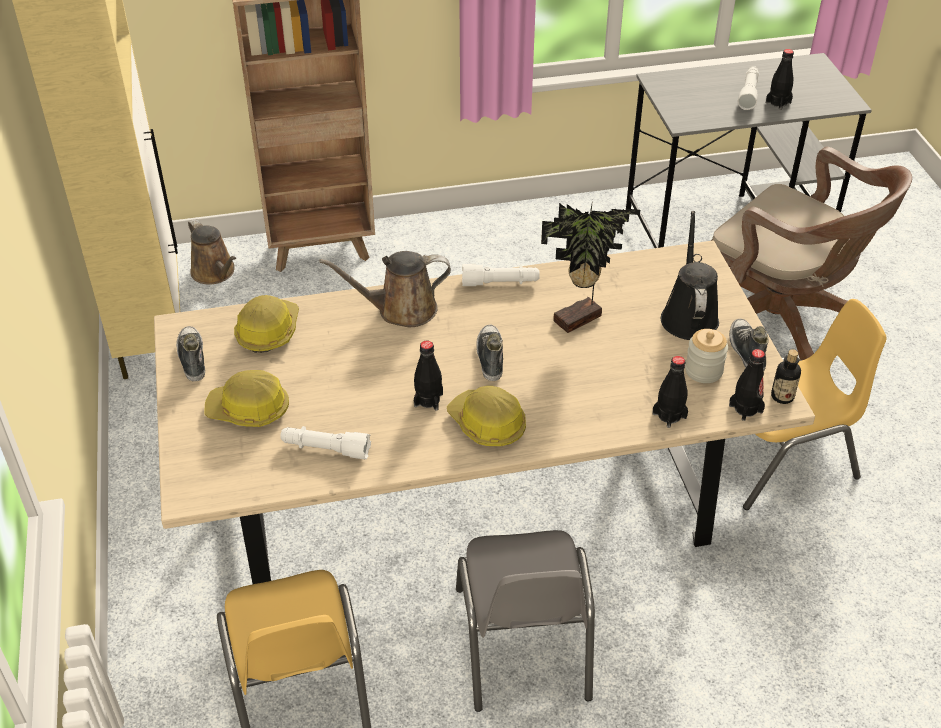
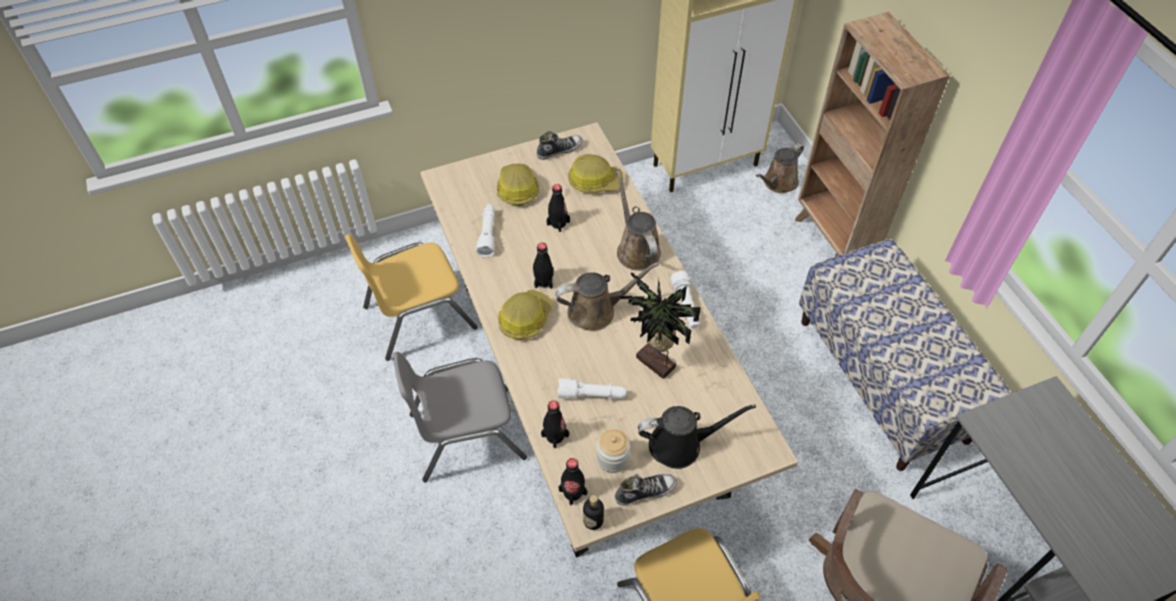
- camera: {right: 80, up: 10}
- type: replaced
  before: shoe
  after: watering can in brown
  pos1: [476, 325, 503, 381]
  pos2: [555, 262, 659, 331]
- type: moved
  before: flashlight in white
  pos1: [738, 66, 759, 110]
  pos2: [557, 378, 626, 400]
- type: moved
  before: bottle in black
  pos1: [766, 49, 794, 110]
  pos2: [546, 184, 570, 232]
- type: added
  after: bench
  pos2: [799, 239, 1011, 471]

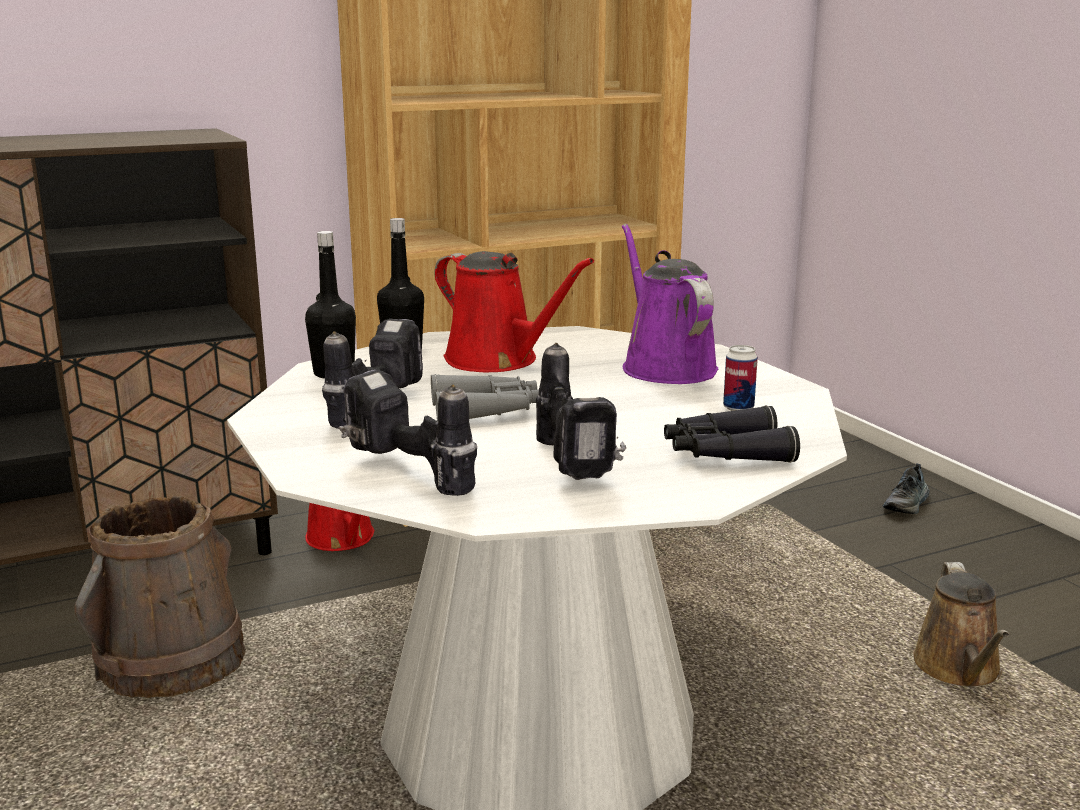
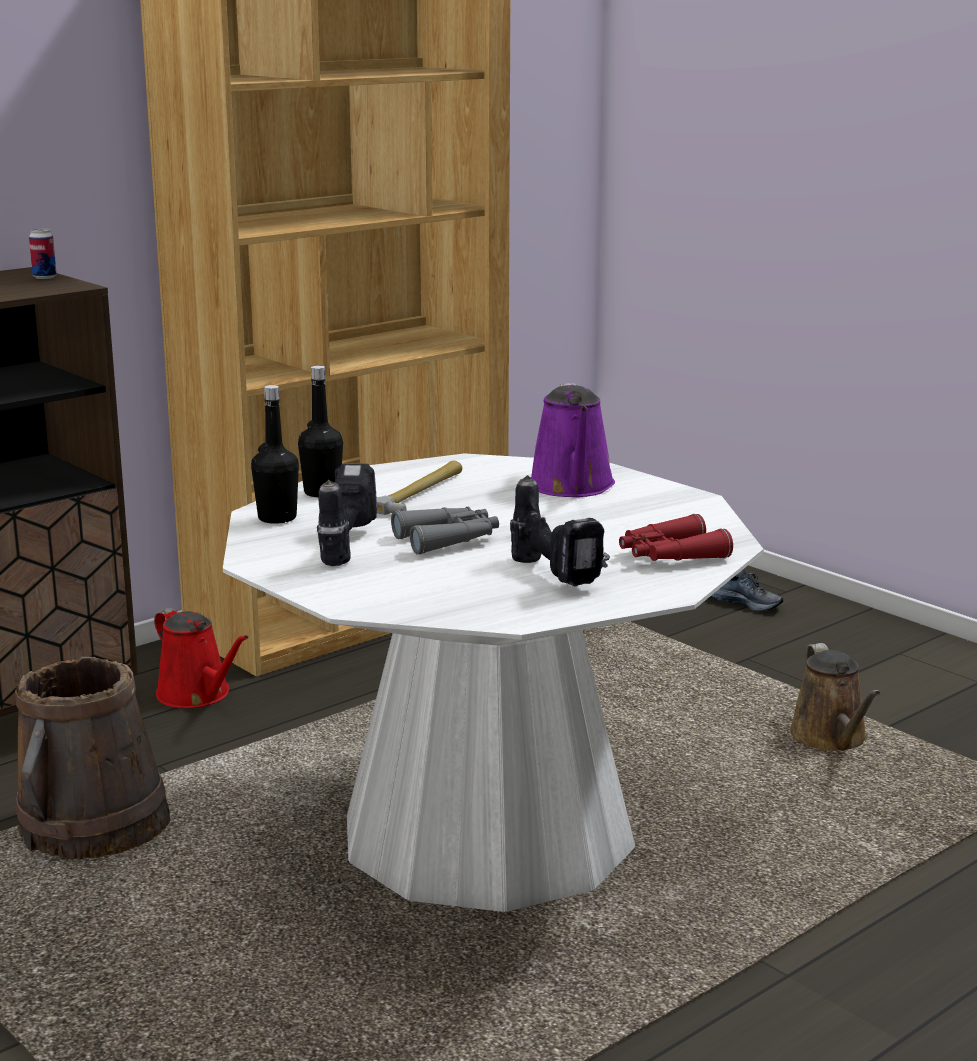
- camera: {right: -15, up: 0}
- type: removed
  before: power drill
  pos1: [339, 370, 477, 496]
- type: replaced
  before: watering can in red
  after: hammer
  pos1: [434, 251, 594, 372]
  pos2: [377, 461, 462, 515]
- type: turned
  before: watering can in purple
  pos1: [622, 224, 719, 384]
  pos2: [531, 383, 615, 497]
  turn: -150
- type: recoloured
  before: binoculars in black
  after: binoculars in red
  pos1: [664, 405, 800, 463]
  pos2: [619, 514, 733, 561]
- type: moved
  before: can
  pos1: [723, 345, 758, 411]
  pos2: [29, 229, 57, 279]
- type: turned
  before: shoe
  pos1: [883, 463, 930, 514]
  pos2: [711, 569, 784, 611]
  turn: -75

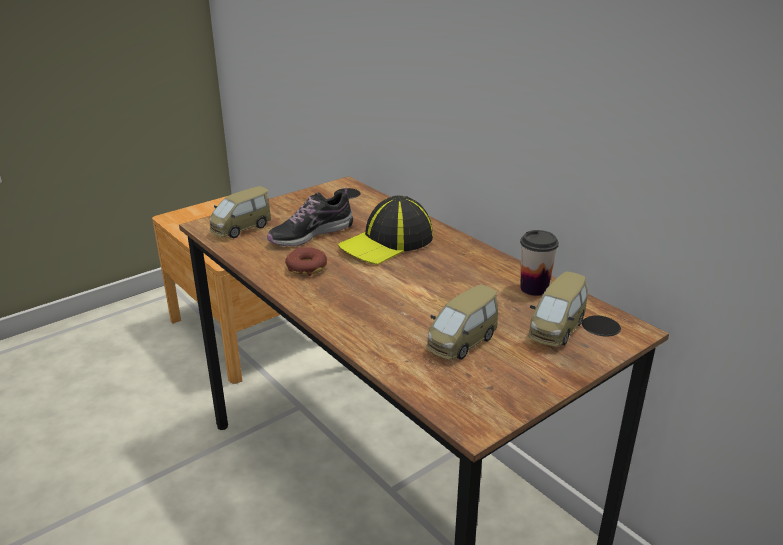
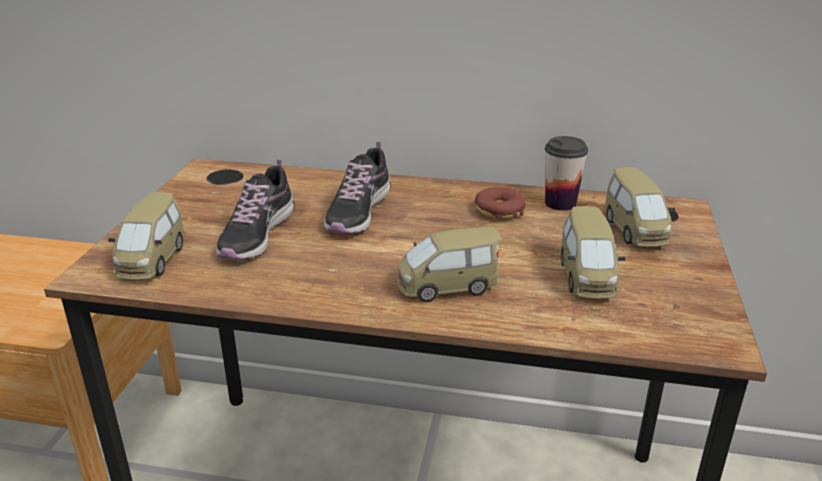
- camera: {right: -40, up: 0}
- type: moved
  before: donut
  pos1: [285, 247, 327, 276]
  pos2: [475, 187, 526, 219]
- type: replaced
  before: cap
  after: shoe
  pos1: [338, 196, 433, 265]
  pos2: [324, 141, 391, 234]
- type: added
  after: toy car
  pos2: [397, 227, 502, 303]

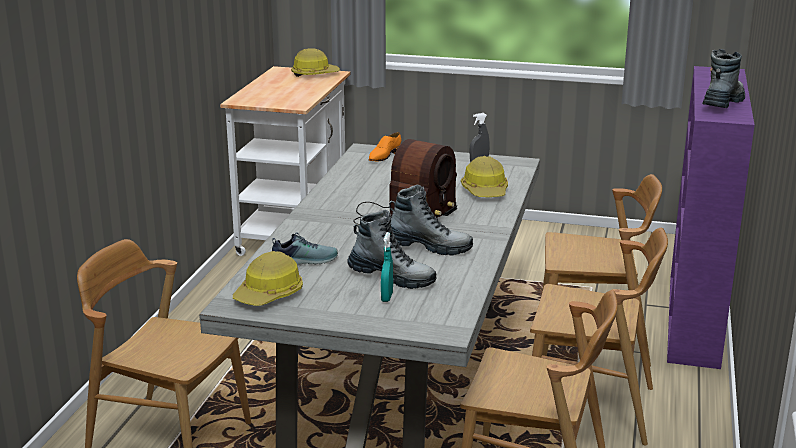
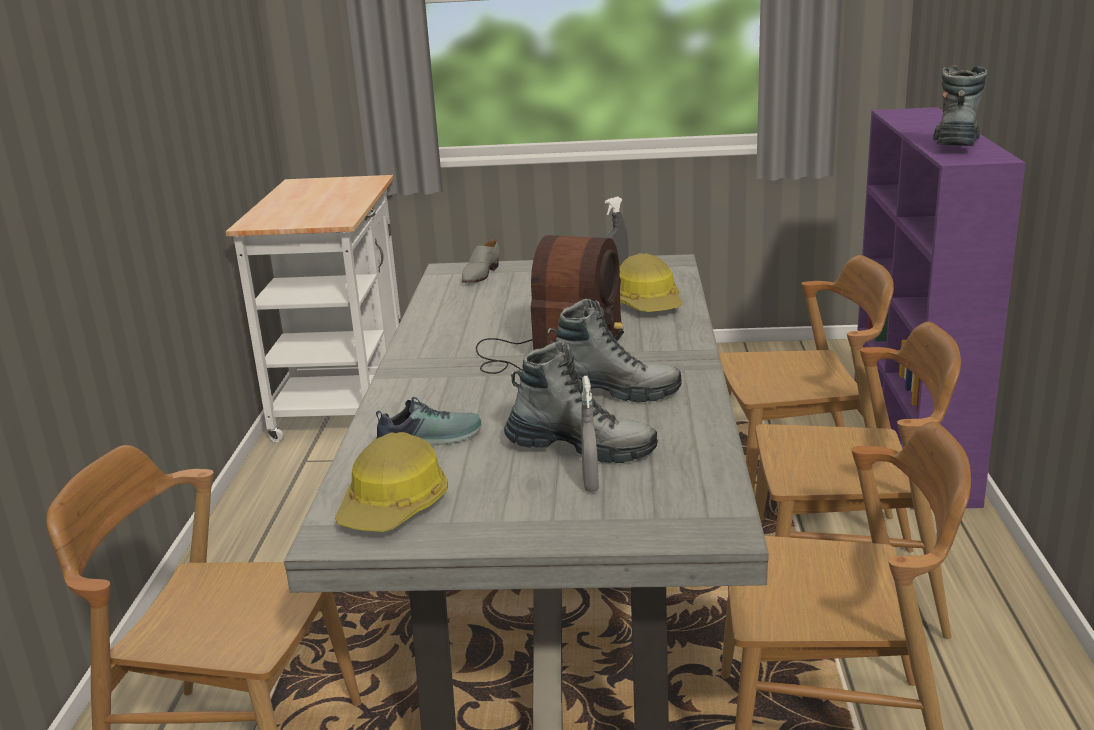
- camera: {right: -10, up: 0}
- type: removed
  before: hard hat
  pos1: [291, 48, 340, 77]
- type: recoloured
  before: shoe in orange
  after: shoe in grey
  pos1: [369, 132, 401, 161]
  pos2: [462, 240, 500, 283]
- type: recoloured
  before: spray bottle in turquoise
  after: spray bottle in grey
  pos1: [381, 232, 393, 302]
  pos2: [581, 376, 599, 492]

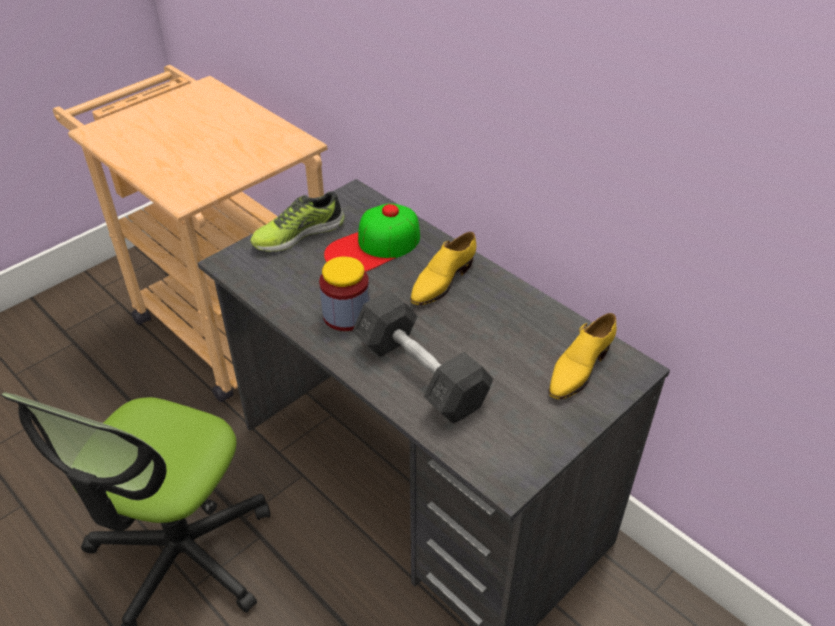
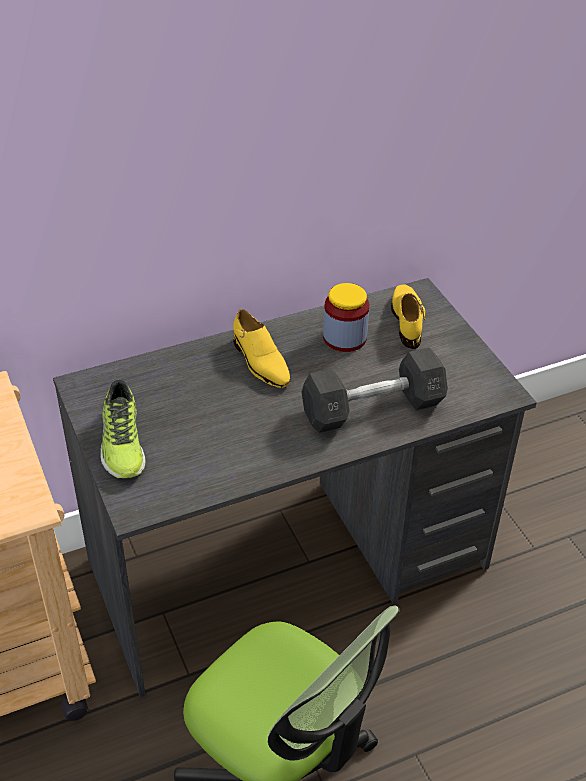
- camera: {right: -70, up: 0}
- type: moved
  before: jar
  pos1: [319, 256, 370, 331]
  pos2: [323, 283, 369, 352]
- type: removed
  before: cap
  pos1: [324, 203, 420, 272]
- type: turned
  before: shoe in yellow
  pos1: [548, 313, 616, 399]
  pos2: [391, 284, 425, 349]
  turn: -150

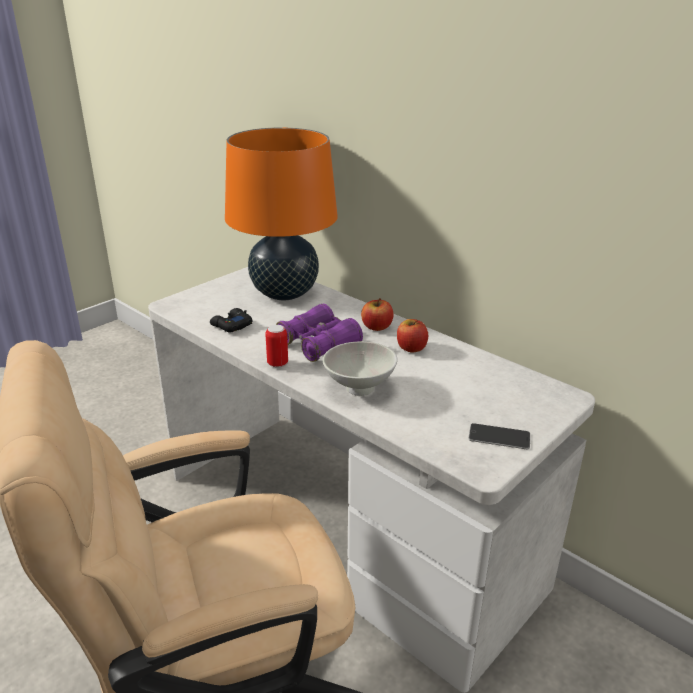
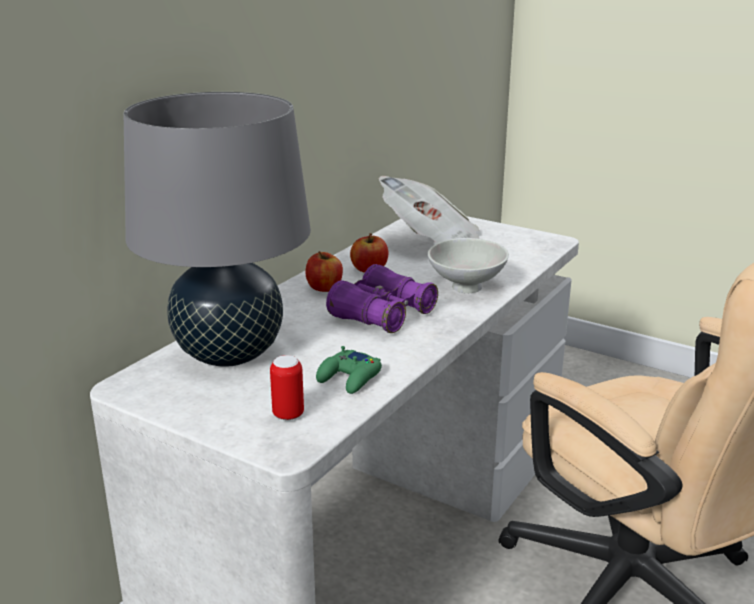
- camera: {right: -100, up: -5}
- type: recoloured
  before: game controller in black
  after: game controller in green
  pos1: [210, 308, 253, 332]
  pos2: [316, 346, 382, 394]
- type: recoloured
  before: table lamp in orange
  after: table lamp in grey
  pos1: [225, 128, 338, 300]
  pos2: [124, 92, 311, 367]
- type: moved
  before: can
  pos1: [265, 325, 288, 368]
  pos2: [270, 355, 304, 420]
- type: removed
  before: phone
  pos1: [469, 423, 530, 449]
- type: added
  after: newspaper
  pos2: [379, 176, 479, 243]

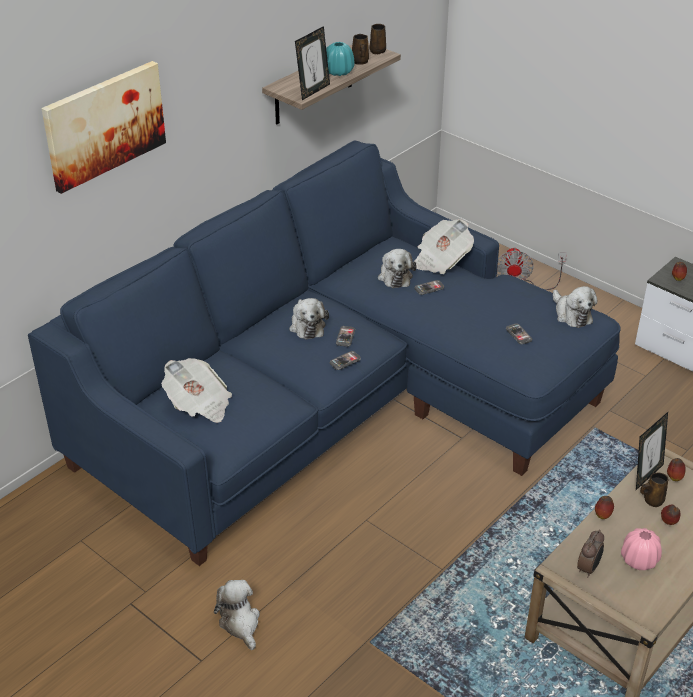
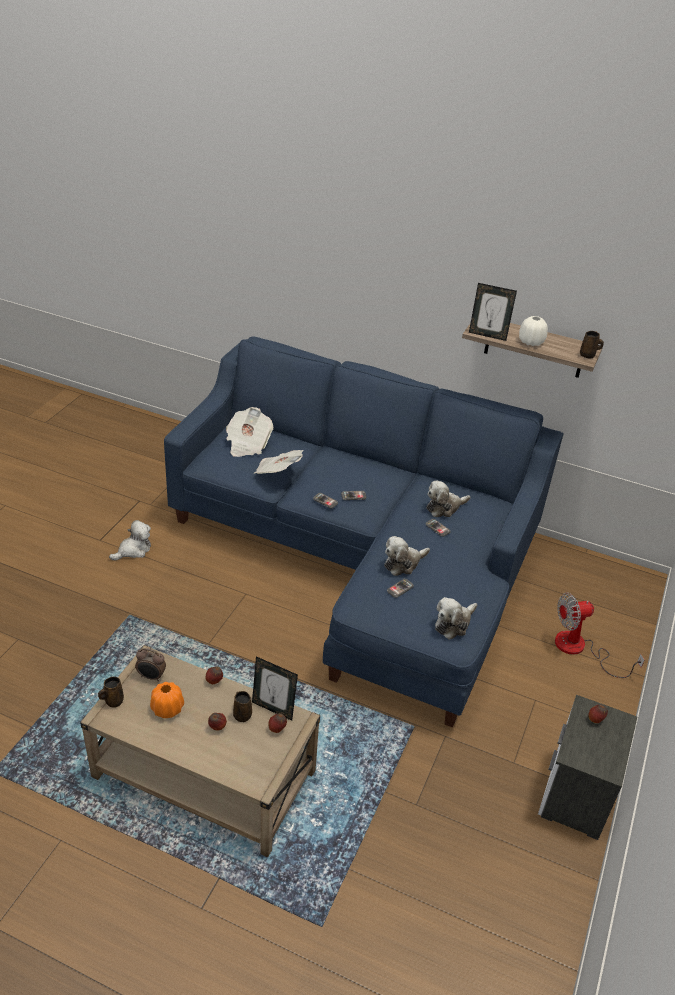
- camera: {right: 70, up: 0}
- type: removed
  before: picture
  pos1: [41, 61, 166, 194]
- type: moved
  before: plush toy
  pos1: [289, 298, 329, 340]
  pos2: [384, 536, 430, 576]
- type: recoloured
  before: vase in turquoise
  after: vase in white
  pos1: [326, 42, 354, 76]
  pos2: [519, 316, 548, 346]
- type: moved
  before: mug in brown
  pos1: [352, 34, 369, 65]
  pos2: [98, 677, 124, 707]
- type: moved
  before: newspaper
  pos1: [414, 219, 474, 274]
  pos2: [253, 450, 304, 474]
- type: recoloured
  before: vase in pink
  after: vase in orange
  pos1: [621, 528, 662, 570]
  pos2: [150, 682, 184, 718]

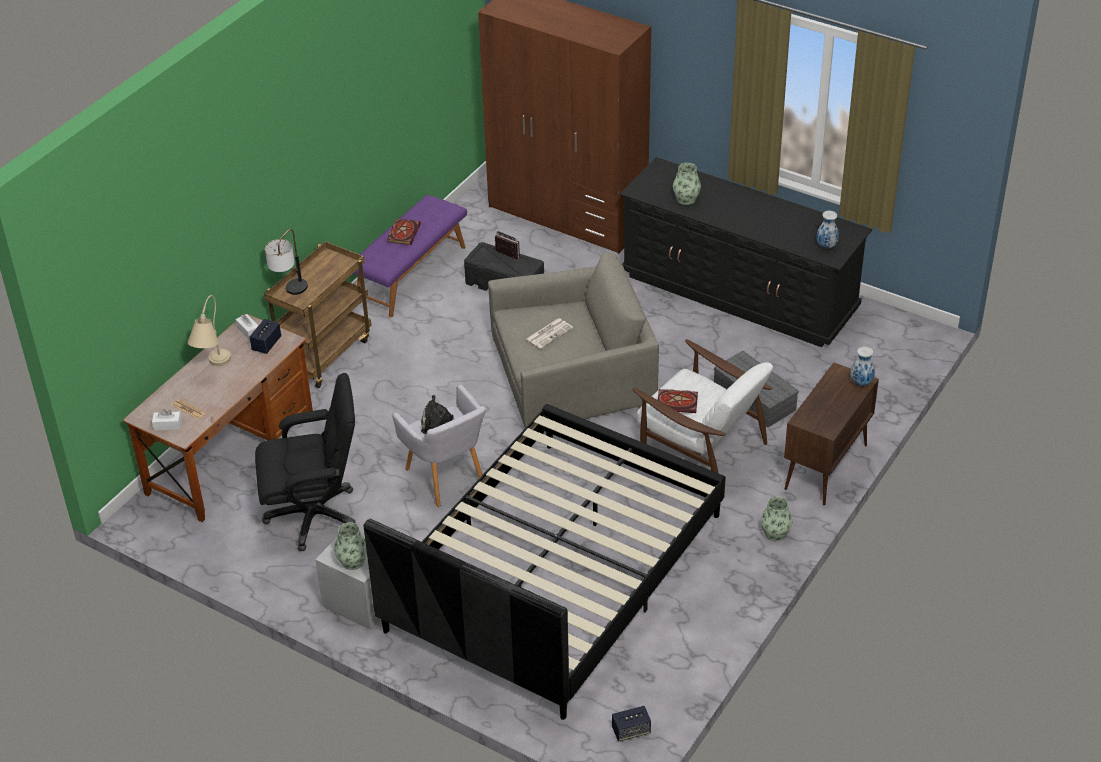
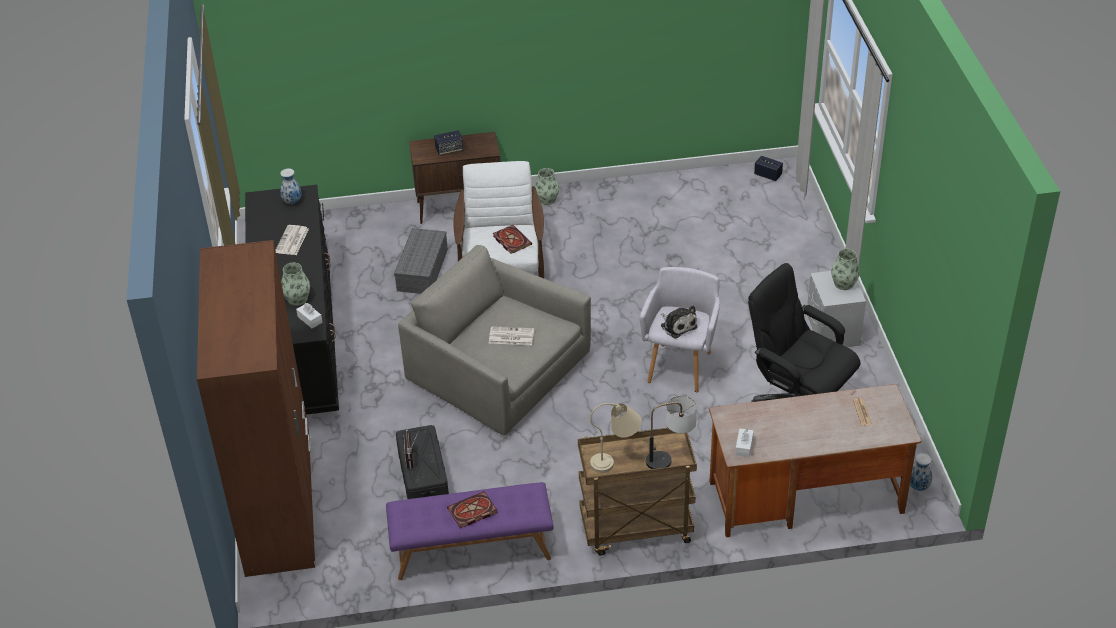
- camera: {right: -130, up: 0}
- type: moved
  before: tissue box in white
  pos1: [152, 409, 182, 430]
  pos2: [296, 303, 323, 328]
- type: moved
  before: table lamp in beige
  pos1: [188, 295, 231, 366]
  pos2: [590, 403, 642, 473]
- type: moved
  before: speaker
  pos1: [249, 319, 281, 354]
  pos2: [434, 130, 463, 155]
- type: removed
  before: bed in black
  pos1: [364, 404, 726, 720]
- type: moved
  before: vase
  pos1: [850, 346, 875, 386]
  pos2: [910, 453, 932, 491]
- type: added
  after: newspaper
  pos2: [275, 225, 309, 255]

